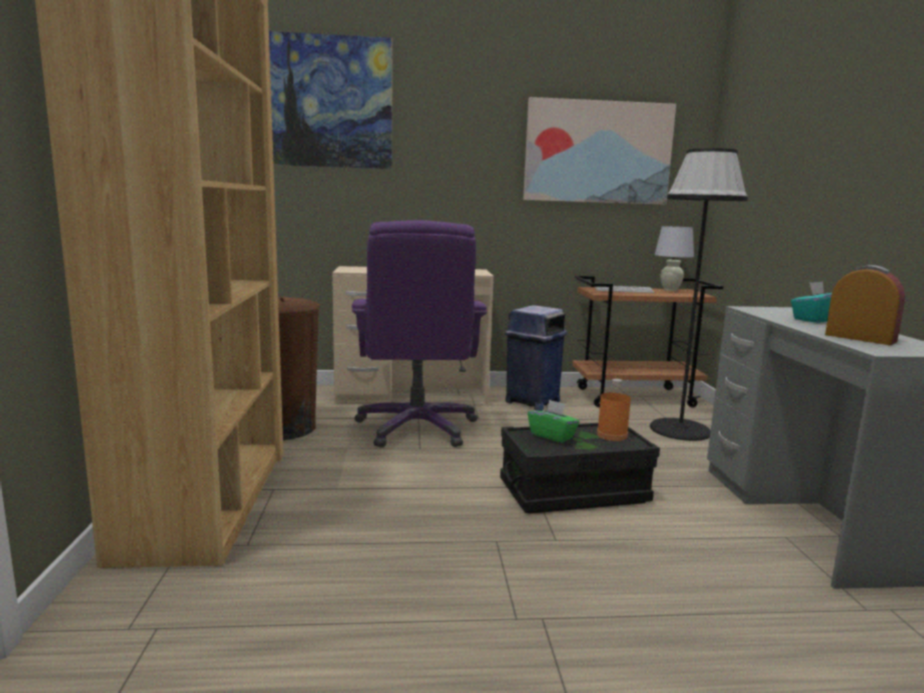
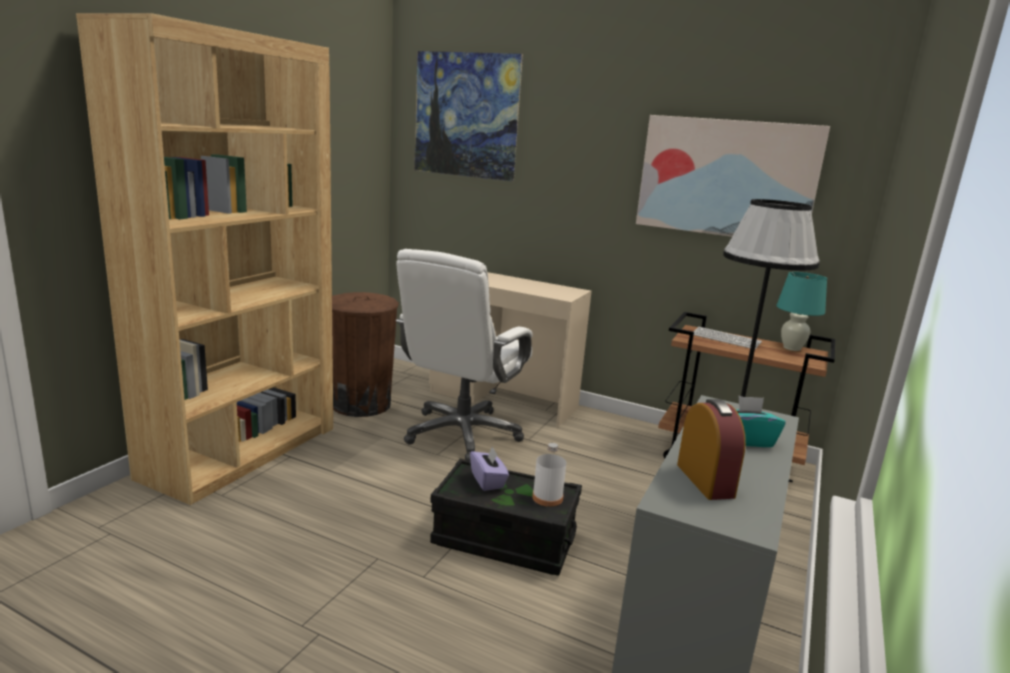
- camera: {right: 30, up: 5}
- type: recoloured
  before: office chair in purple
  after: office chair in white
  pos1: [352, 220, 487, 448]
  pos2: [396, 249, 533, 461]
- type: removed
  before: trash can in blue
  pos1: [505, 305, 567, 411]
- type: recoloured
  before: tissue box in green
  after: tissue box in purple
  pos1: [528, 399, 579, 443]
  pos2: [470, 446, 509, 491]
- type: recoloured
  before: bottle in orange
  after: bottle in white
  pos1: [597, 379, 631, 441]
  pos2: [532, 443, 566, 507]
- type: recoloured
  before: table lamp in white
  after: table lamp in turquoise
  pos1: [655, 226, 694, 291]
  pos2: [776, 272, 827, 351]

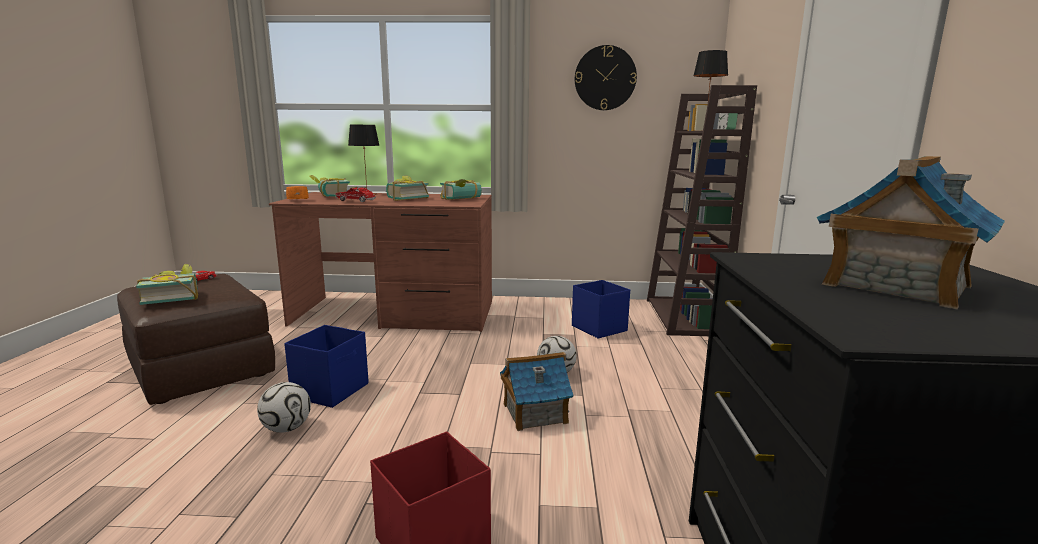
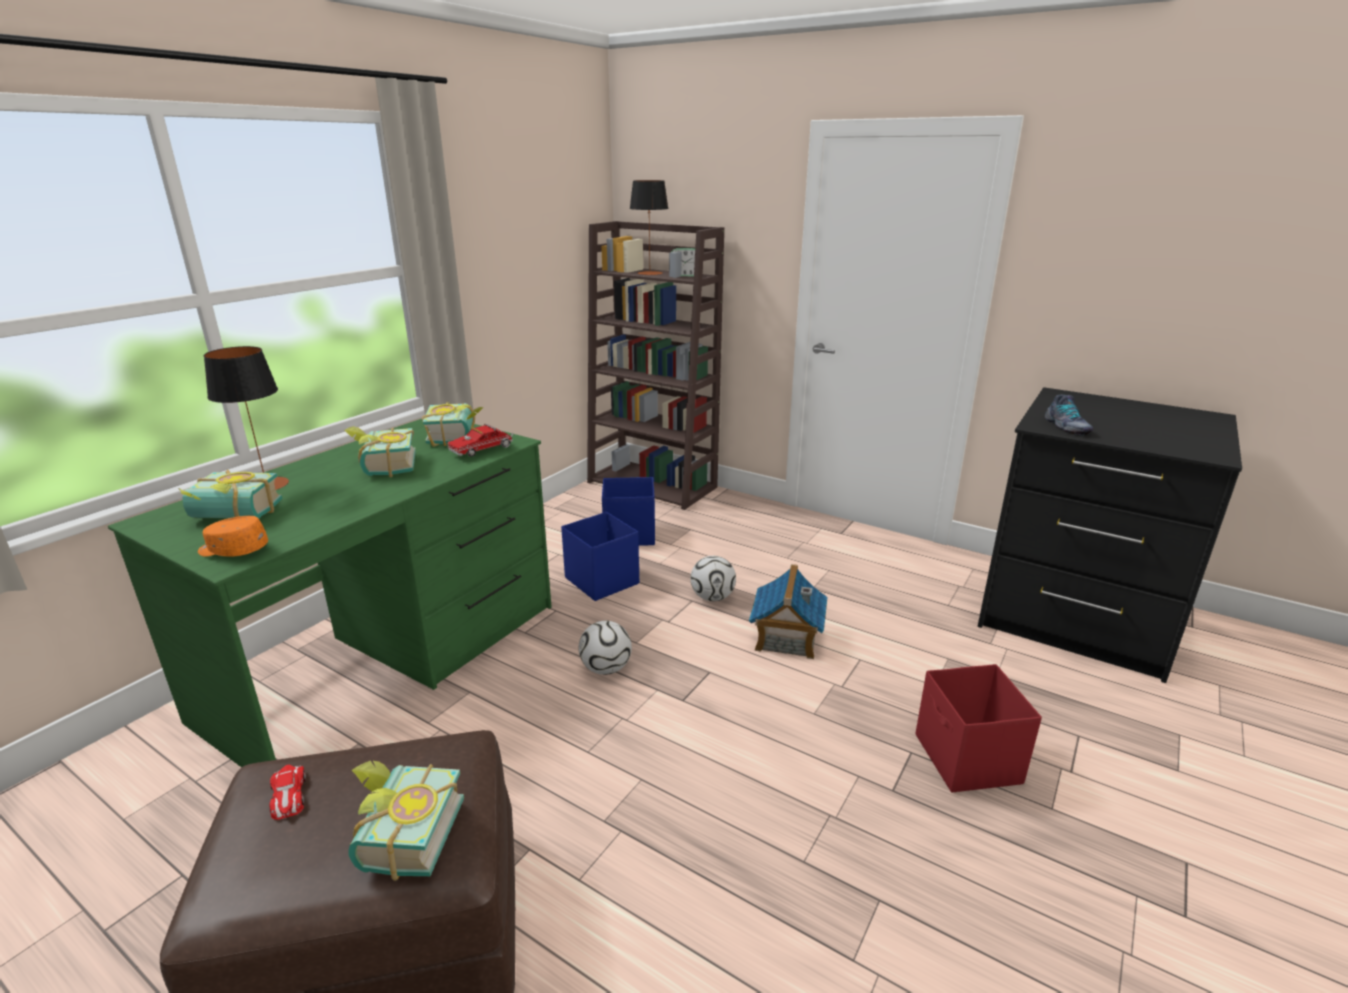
- camera: {right: -60, up: 10}
- type: moved
  before: football
  pos1: [257, 382, 311, 433]
  pos2: [579, 621, 632, 675]
- type: recoloured
  before: desk in brown
  after: desk in green
  pos1: [269, 192, 492, 332]
  pos2: [108, 419, 552, 767]
- type: moved
  before: storage box in blue
  pos1: [284, 325, 369, 408]
  pos2: [561, 512, 639, 601]
- type: moved
  before: toy truck
  pos1: [335, 187, 376, 202]
  pos2: [447, 424, 513, 457]
- type: removed
  before: wall clock
  pos1: [575, 45, 637, 110]
- type: removed
  before: toy house
  pos1: [817, 156, 1005, 309]
- type: added
  after: shoe
  pos2: [1045, 395, 1093, 435]

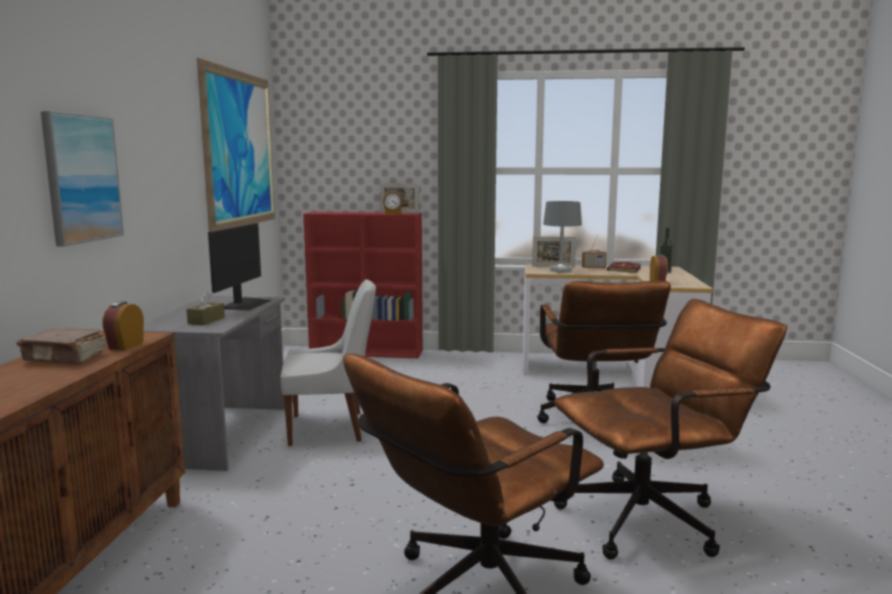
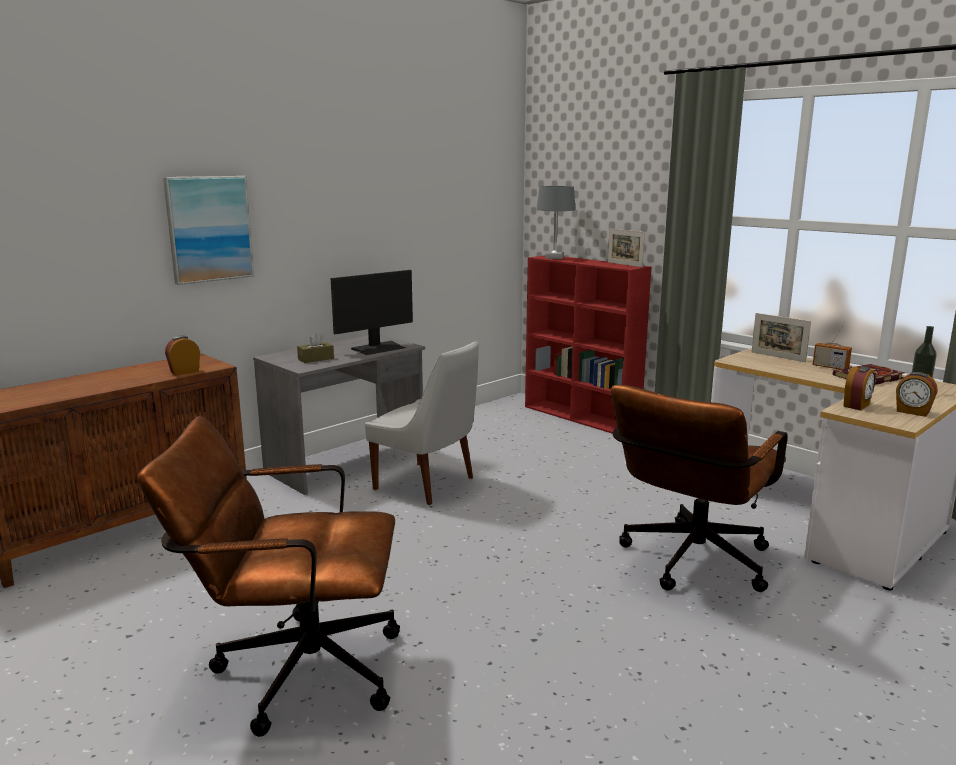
- camera: {right: 40, up: 5}
- type: removed
  before: book in brown
  pos1: [16, 328, 106, 365]
- type: removed
  before: picture
  pos1: [197, 58, 275, 232]
- type: moved
  before: alarm clock
  pos1: [383, 190, 403, 214]
  pos2: [896, 372, 938, 417]
- type: moved
  before: table lamp in grey
  pos1: [543, 201, 582, 273]
  pos2: [537, 186, 576, 259]
- type: removed
  before: office chair in brown
  pos1: [554, 299, 787, 560]

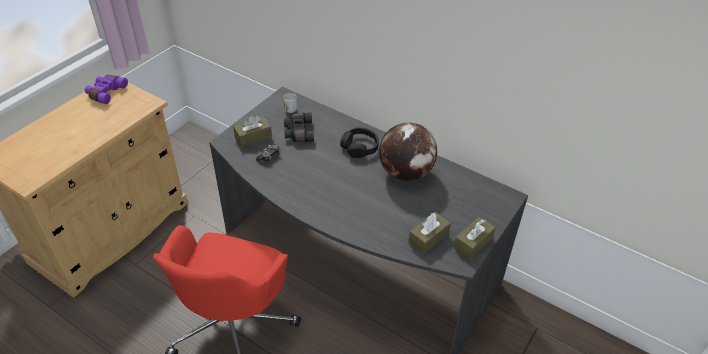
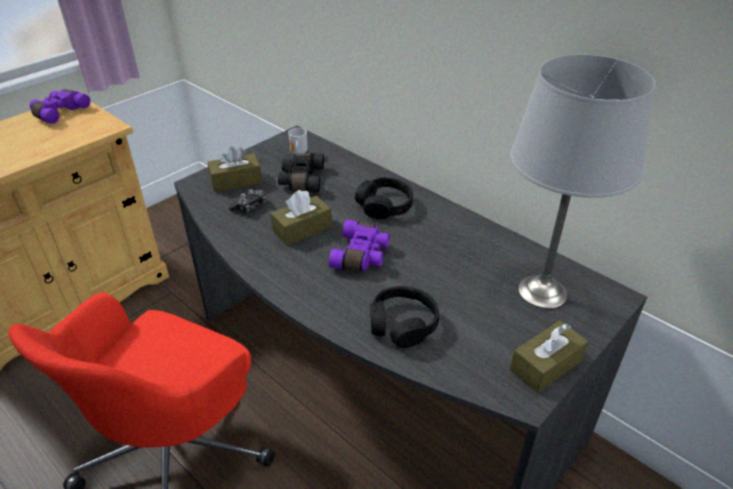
- camera: {right: 10, up: -5}
- type: removed
  before: globe
  pos1: [379, 122, 437, 181]
- type: moved
  before: tissue box in brown
  pos1: [408, 212, 451, 254]
  pos2: [271, 190, 332, 245]
- type: added
  after: binoculars in purple
  pos2: [329, 220, 390, 271]
- type: added
  after: headphones in black
  pos2: [370, 286, 439, 348]
- type: added
  after: table lamp in grey
  pos2: [510, 54, 656, 309]

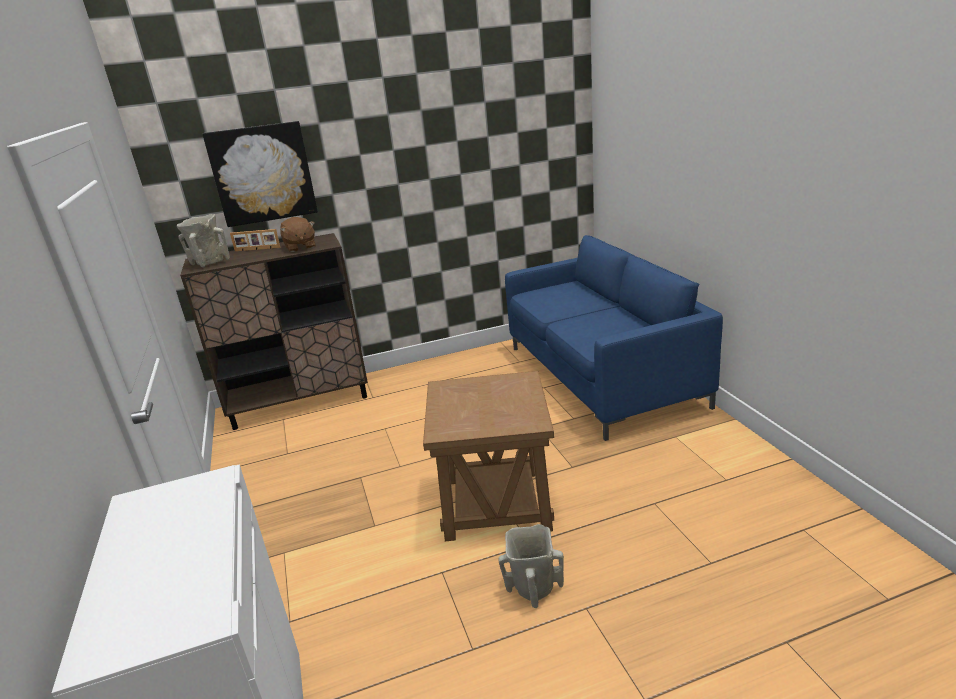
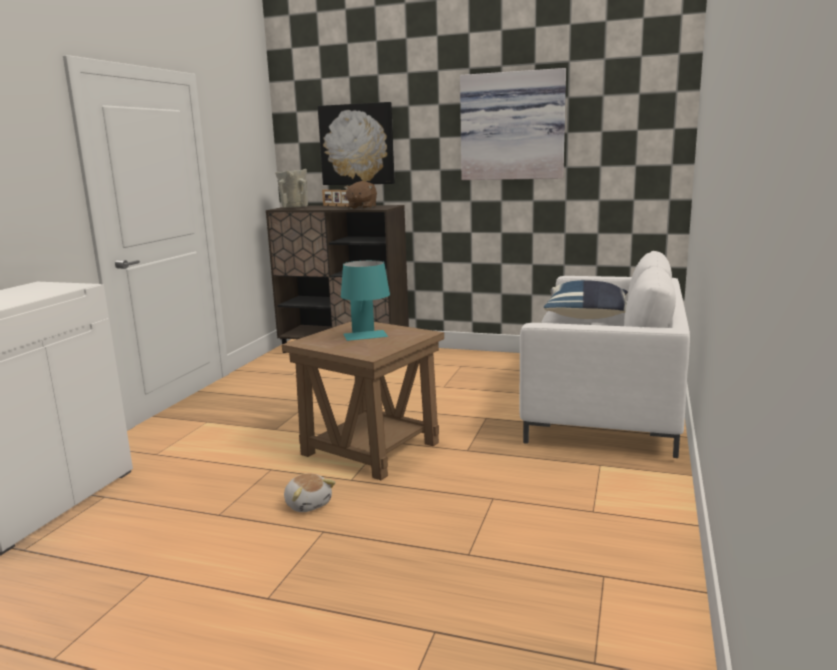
- camera: {right: 35, up: -10}
- type: replaced
  before: vase in beige
  after: plush toy
  pos1: [499, 524, 564, 608]
  pos2: [284, 473, 336, 512]
- type: recoloured
  before: sofa in blue
  after: sofa in white
  pos1: [505, 235, 723, 441]
  pos2: [520, 251, 690, 458]
- type: added
  after: table lamp in turquoise
  pos2: [341, 260, 390, 341]
- type: added
  after: picture
  pos2: [460, 68, 566, 180]
- type: added
  after: pillow in blue
  pos2: [544, 280, 628, 319]

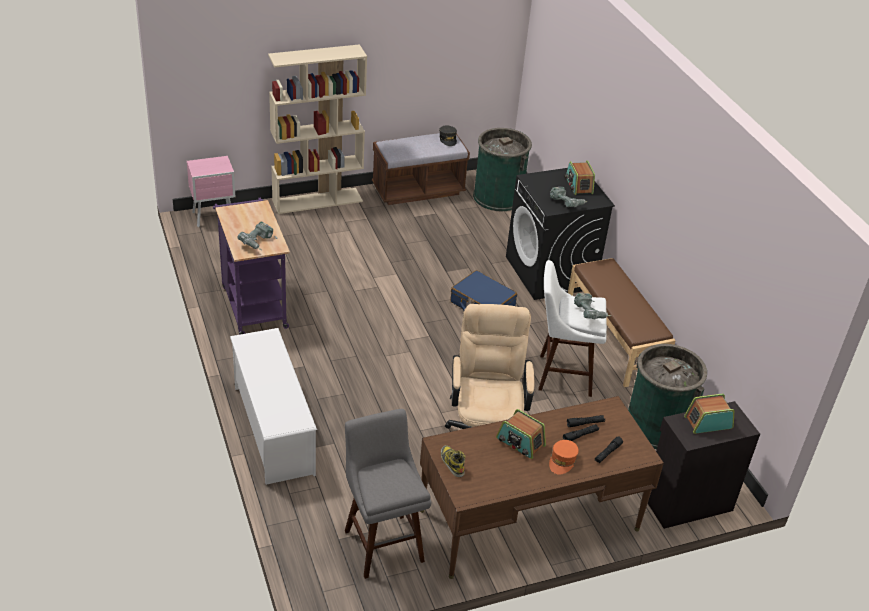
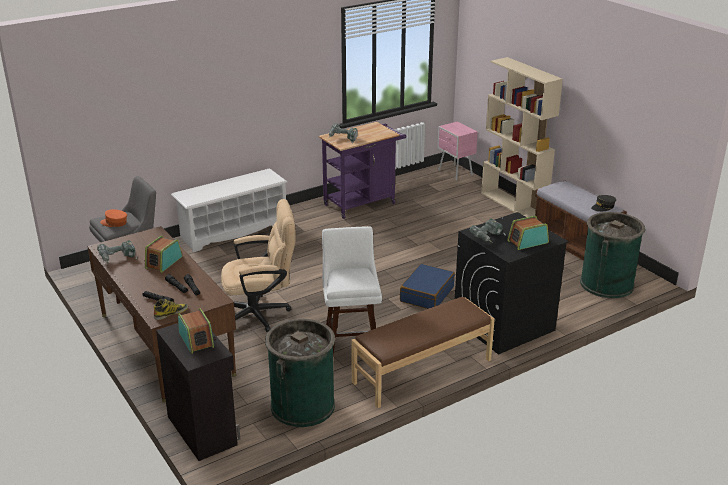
- camera: {right: 80, up: -10}
- type: moved
  before: boot
  pos1: [441, 445, 466, 477]
  pos2: [154, 299, 188, 320]
- type: moved
  before: cap in orange
  pos1: [549, 440, 579, 475]
  pos2: [100, 209, 127, 227]
- type: moved
  before: power drill
  pos1: [574, 293, 612, 319]
  pos2: [97, 240, 137, 263]

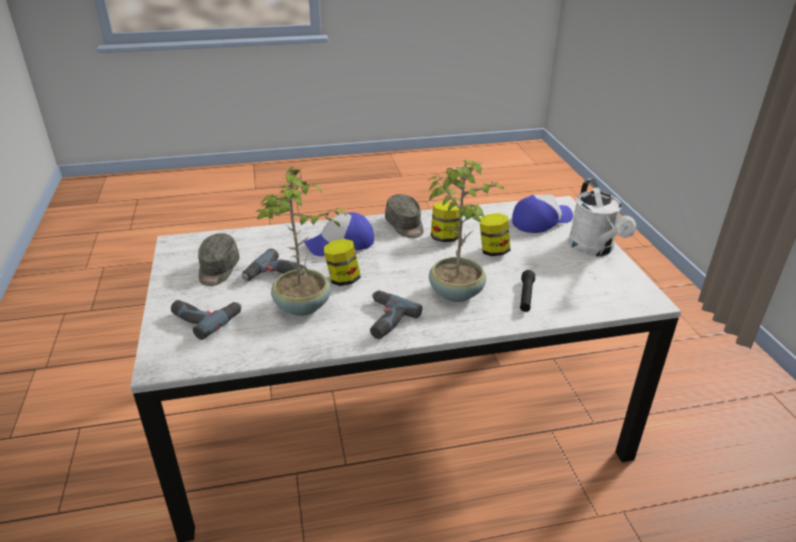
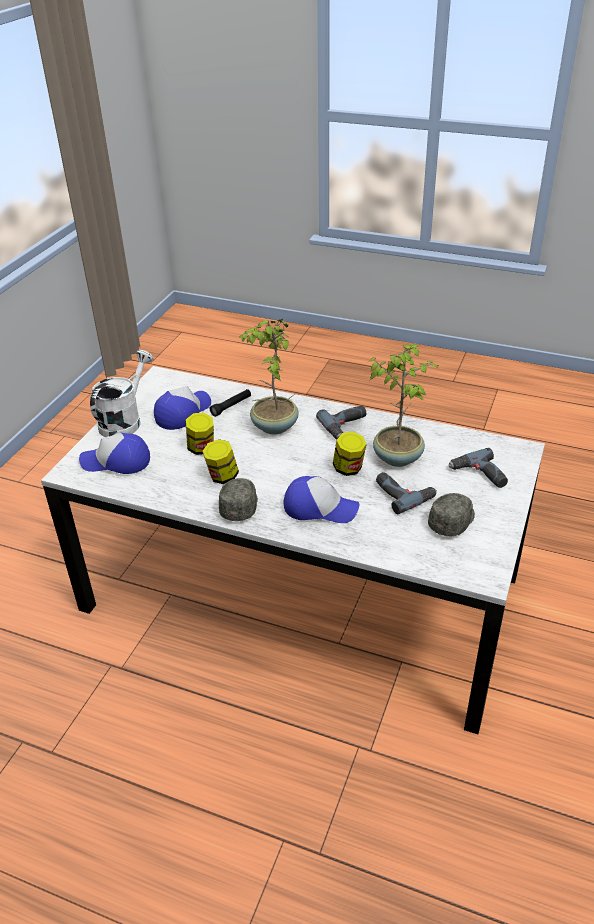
- camera: {right: -145, up: 5}
- type: added
  after: cap
  pos2: [154, 386, 211, 430]

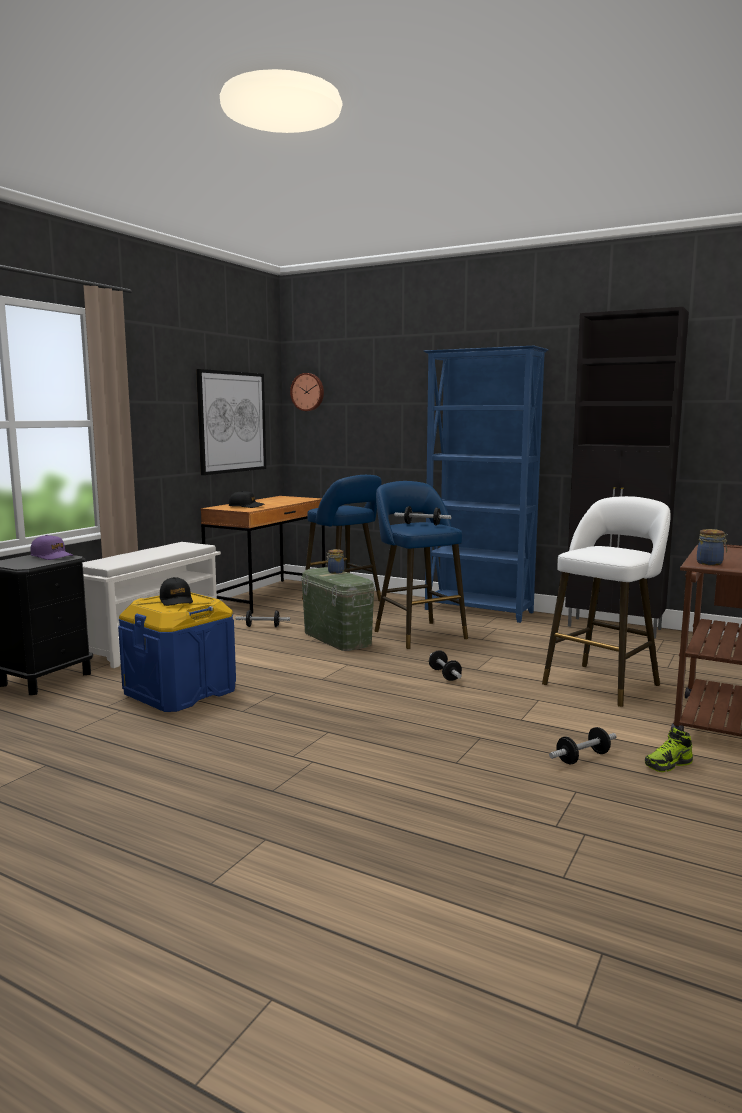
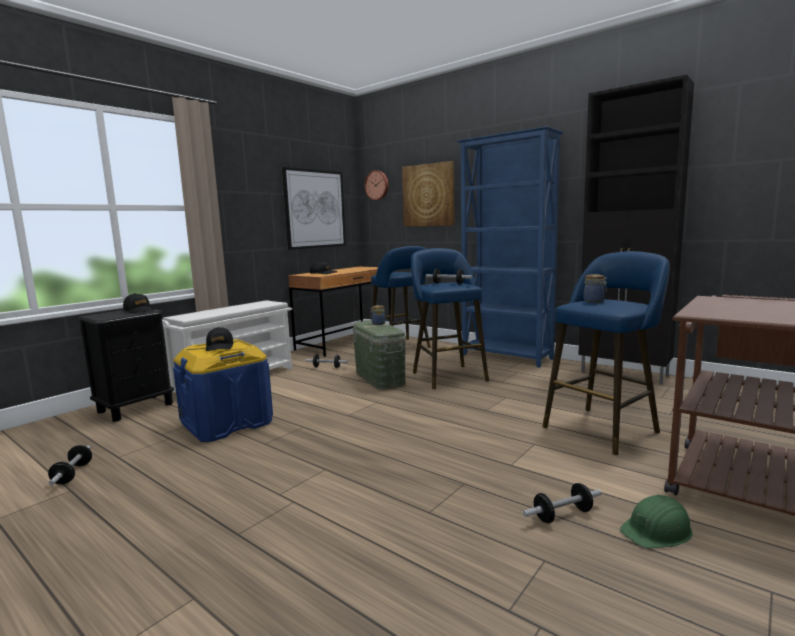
- camera: {right: 10, up: 0}
- type: recoloured
  before: cap in purple
  after: cap in black
  pos1: [31, 535, 73, 560]
  pos2: [123, 293, 154, 313]
- type: moved
  before: dumbbell
  pos1: [429, 650, 462, 681]
  pos2: [48, 445, 92, 485]
- type: recoloured
  before: stool in white
  after: stool in blue
  pos1: [542, 496, 671, 707]
  pos2: [542, 251, 670, 455]
- type: replaced
  before: shoe
  after: hard hat in green
  pos1: [645, 727, 693, 772]
  pos2: [620, 495, 693, 548]
- type: moved
  before: jar
  pos1: [697, 529, 728, 565]
  pos2: [584, 274, 607, 303]
- type: added
  after: picture
  pos2: [402, 161, 455, 227]

